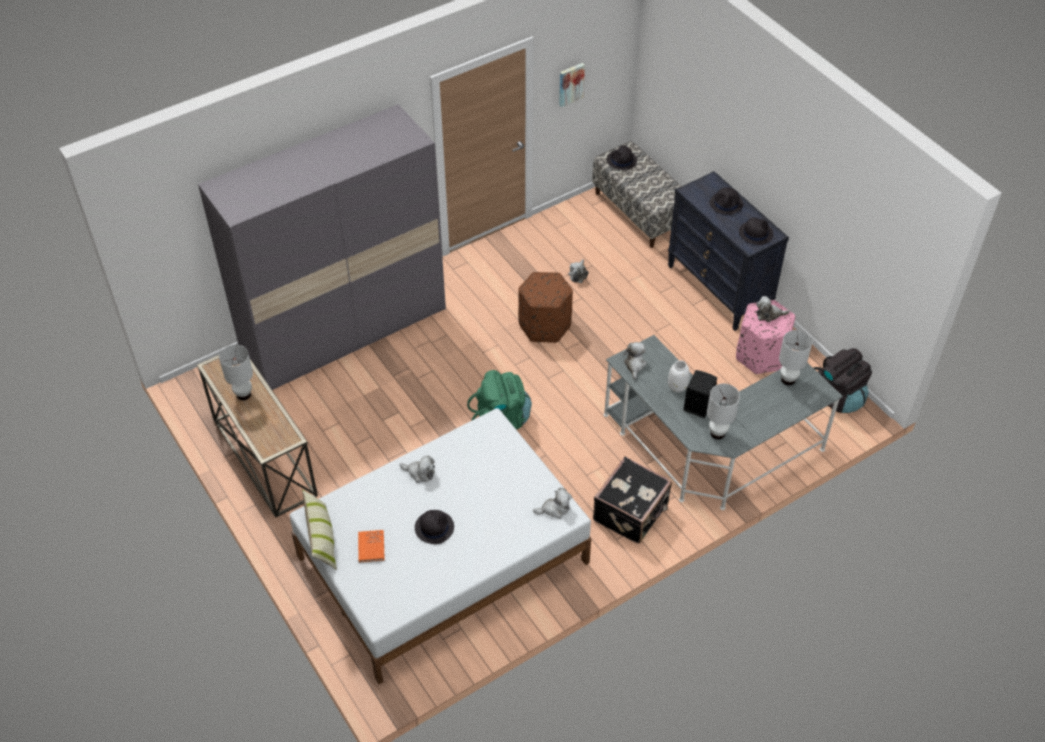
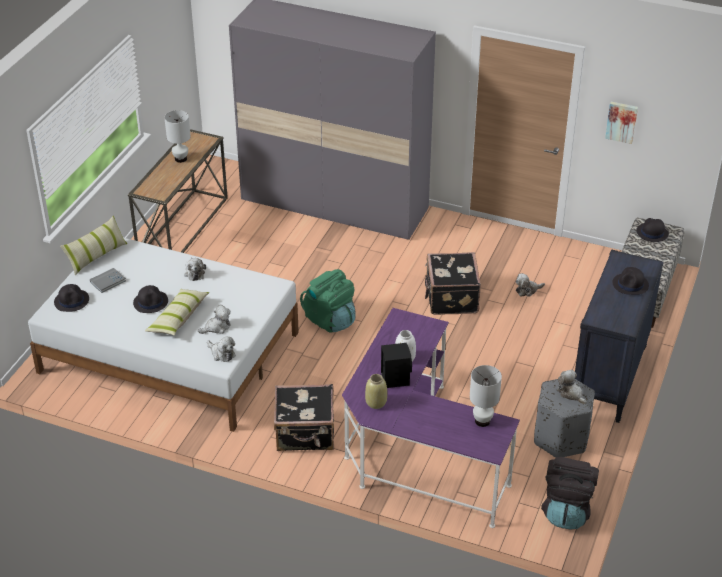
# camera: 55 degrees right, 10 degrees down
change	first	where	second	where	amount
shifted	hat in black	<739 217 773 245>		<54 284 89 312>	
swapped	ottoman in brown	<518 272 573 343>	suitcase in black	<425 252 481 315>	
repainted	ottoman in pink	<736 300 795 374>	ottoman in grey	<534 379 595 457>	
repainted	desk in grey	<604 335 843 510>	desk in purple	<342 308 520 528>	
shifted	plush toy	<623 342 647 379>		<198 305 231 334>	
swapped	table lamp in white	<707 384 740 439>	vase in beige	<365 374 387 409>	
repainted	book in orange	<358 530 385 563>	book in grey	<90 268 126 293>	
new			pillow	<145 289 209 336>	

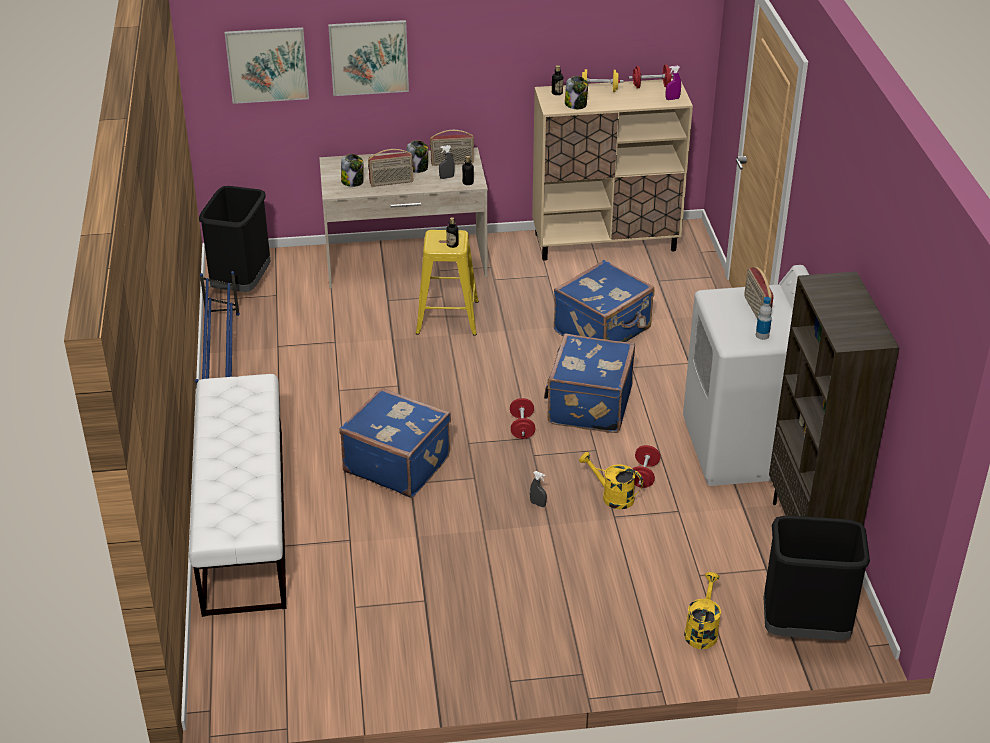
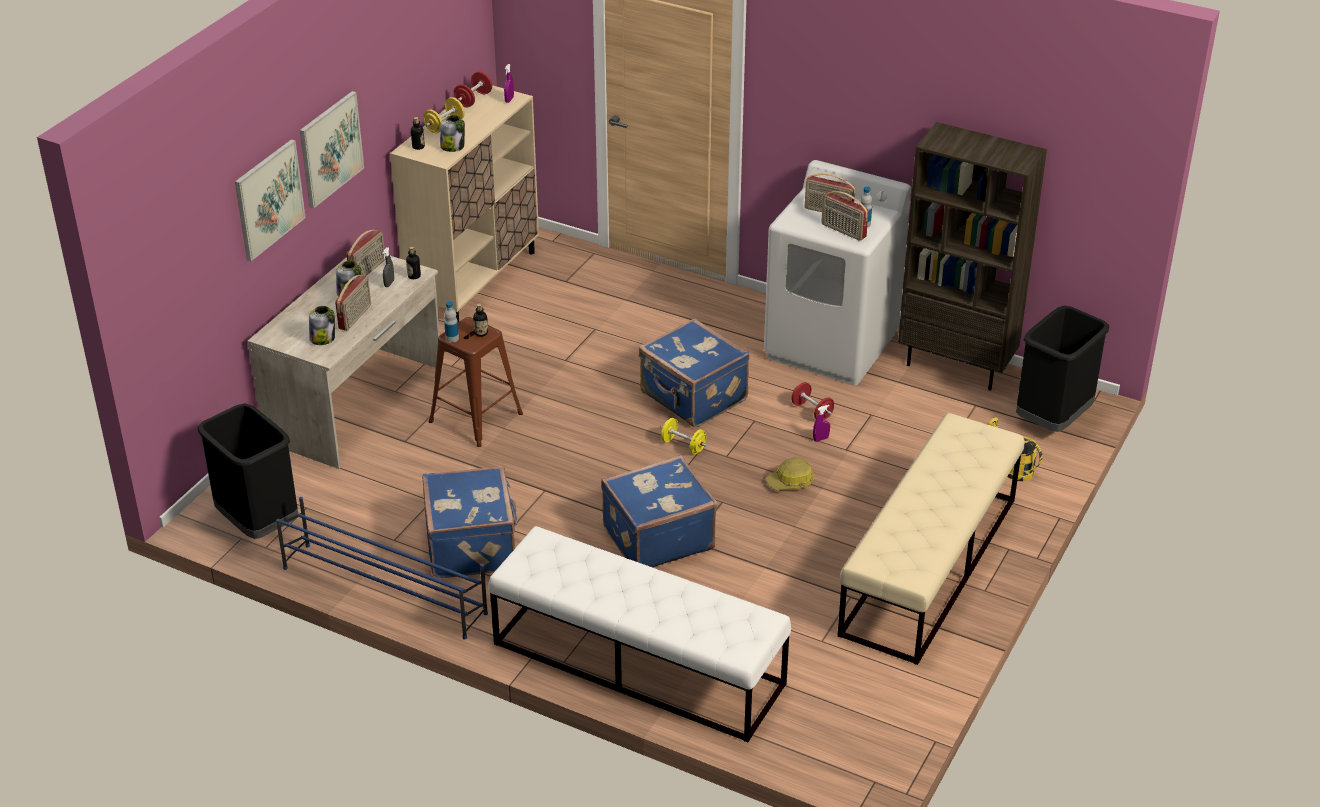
# camera: 55 degrees left, 0 degrees up
change	first	where	second	where	amount
shifted	picture	<225 27 309 104>		<300 91 364 209>	
repainted	stool in yellow	<416 230 479 336>	stool in brown	<429 317 523 447>	
shifted	suitcase in blue	<554 260 654 342>		<422 466 518 578>	
repainted	dumbbell in red	<510 398 535 439>	dumbbell in yellow	<660 418 707 454>	
swapped	watering can in yellow	<579 452 643 509>	spray bottle in purple	<813 405 830 442>	
swapped	spray bottle in grey	<530 471 547 507>	hard hat	<766 457 814 491>	
new			radio	<821 191 869 241>	
new			bottle	<444 301 459 343>	
new			bench in beige	<837 413 1025 665>	

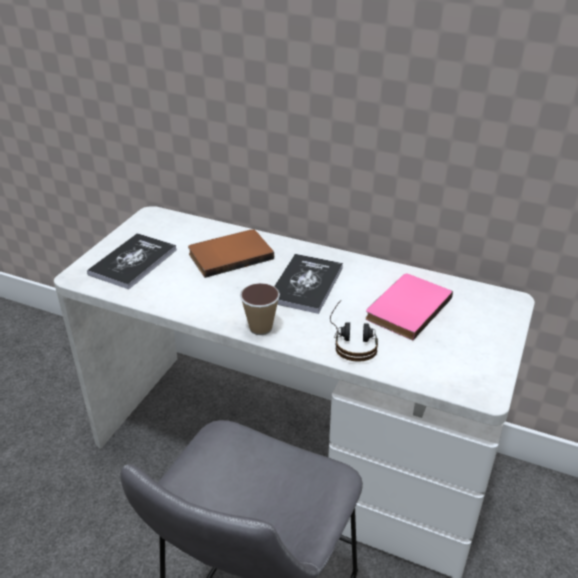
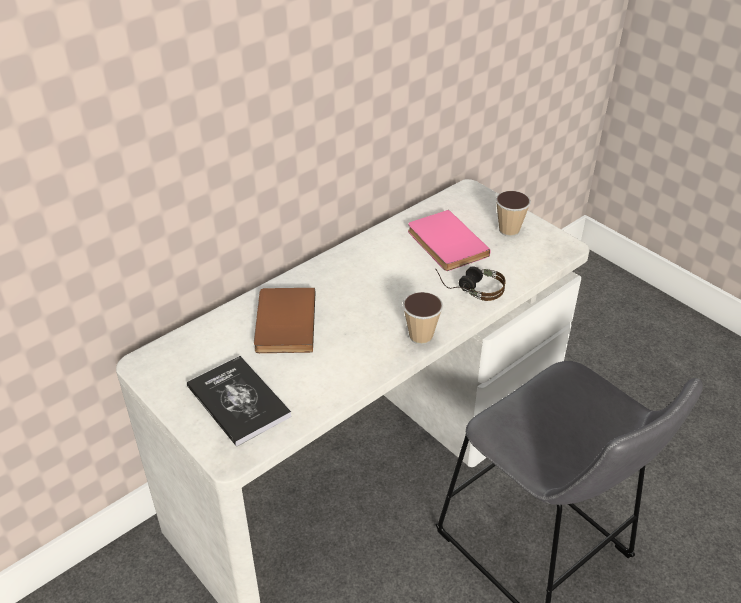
# camera: 65 degrees left, 5 degrees up
change	first	where	second	where	amount
gone	book	<274 254 343 314>			
new			cup	<496 191 531 237>	

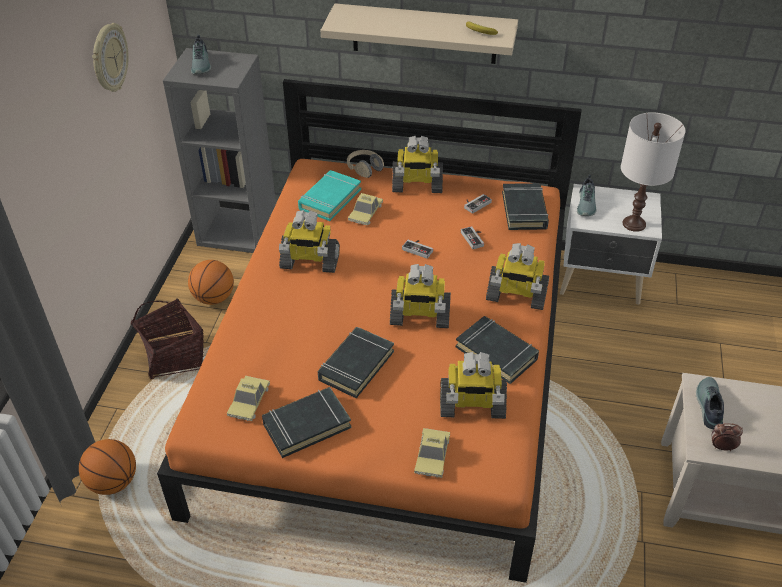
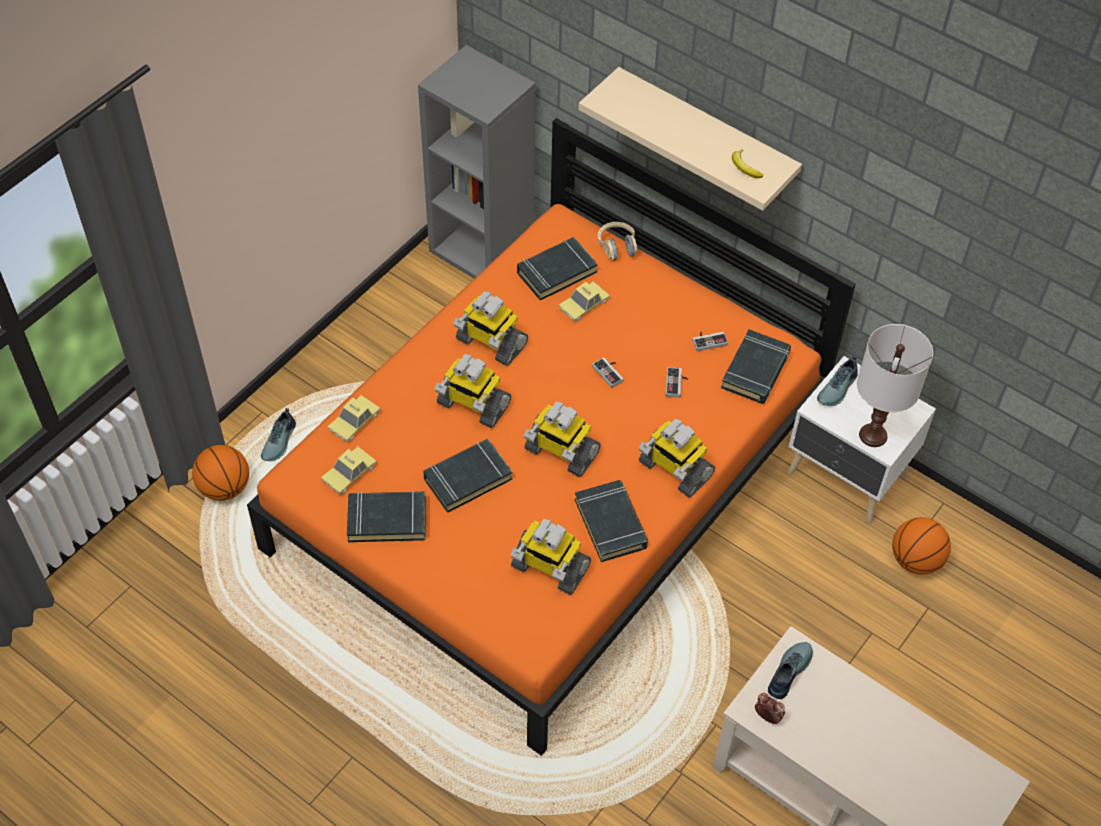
# camera: 25 degrees right, 10 degrees up
change	first	where	second	where	amount
gone	wall clock	<92 23 129 92>			
shifted	shoe	<191 35 211 74>		<261 408 296 461>	
shifted	toy robot	<392 136 443 193>		<435 354 511 428>	
repainted	book in turquoise	<298 170 361 221>	book in black	<517 237 598 301>	
shifted	basketball	<188 260 234 305>		<892 517 951 575>	
gone	basket	<131 298 204 379>			
shifted	toy car	<414 428 450 478>		<328 395 381 442>	

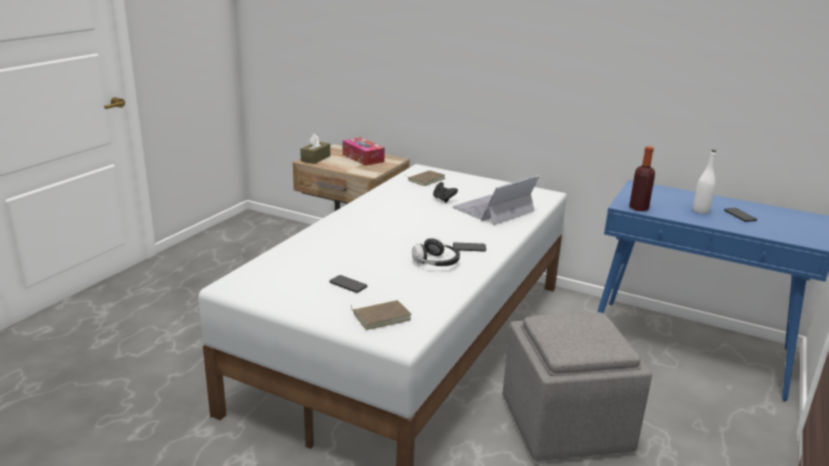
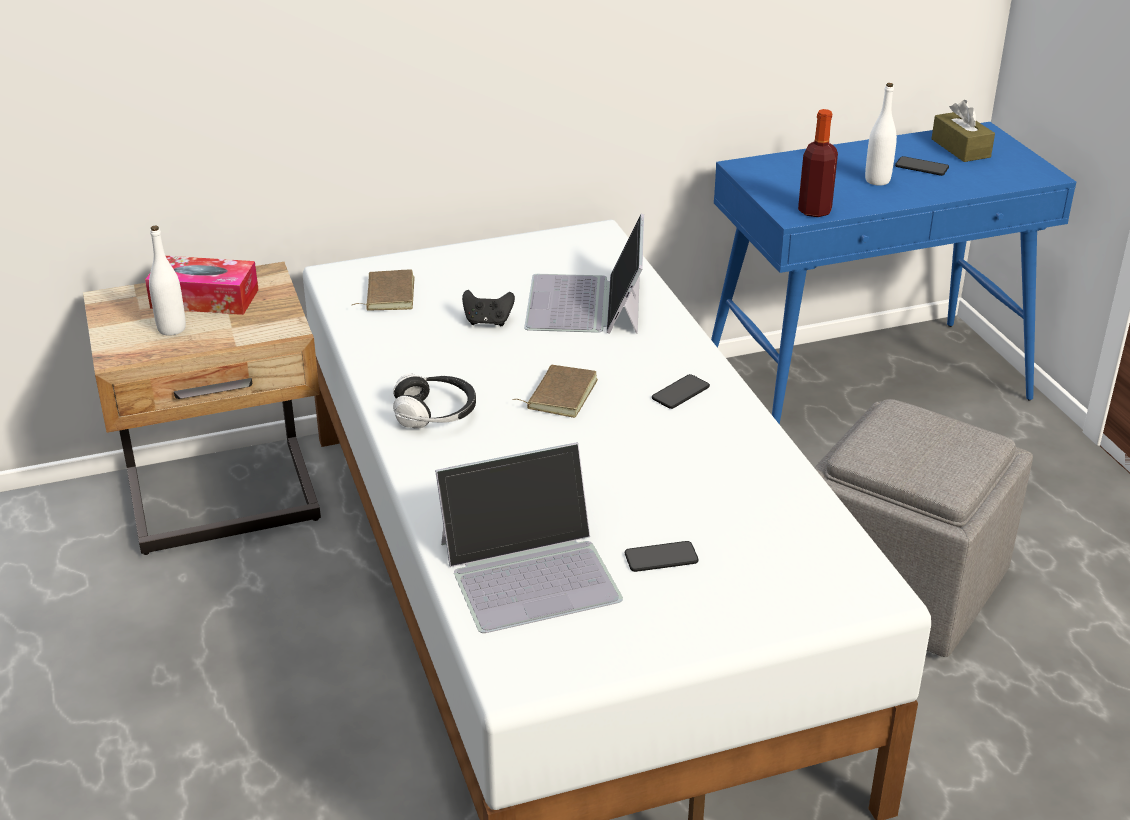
# camera: 45 degrees left, 10 degrees up
change	first	where	second	where	amount
shifted	tissue box in brown	<300 133 330 164>		<931 100 995 162>	
shifted	headphones	<412 238 460 266>		<393 374 476 429>	
shifted	book in brown	<351 300 411 330>		<512 365 598 418>	
new			bottle in white	<149 226 186 336>	
new			laptop	<435 442 623 633>	

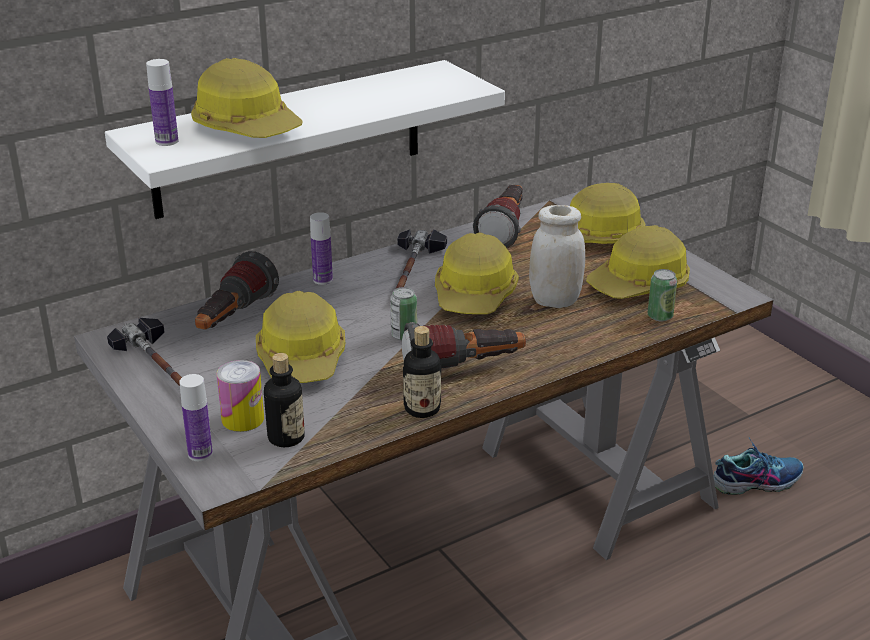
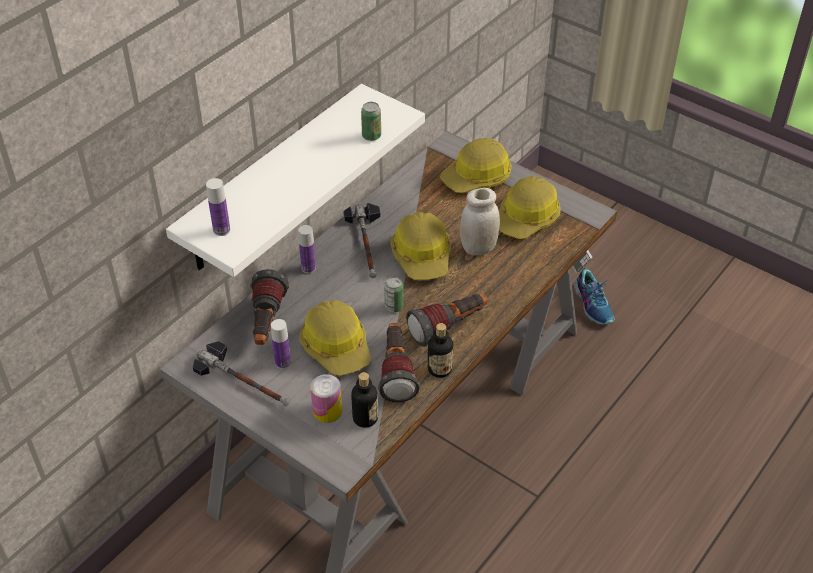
# camera: 20 degrees left, 15 degrees up
change	first	where	second	where	amount
gone	hard hat	<191 58 303 138>			
shifted	flashlight	<473 185 523 248>		<378 323 420 402>	
shifted	can	<648 269 677 322>		<361 102 381 141>	
shifted	bottle	<179 374 213 461>		<271 319 291 369>	
rotated	shoe	<713 437 804 495>		<574 268 614 324>	105 degrees clockwise

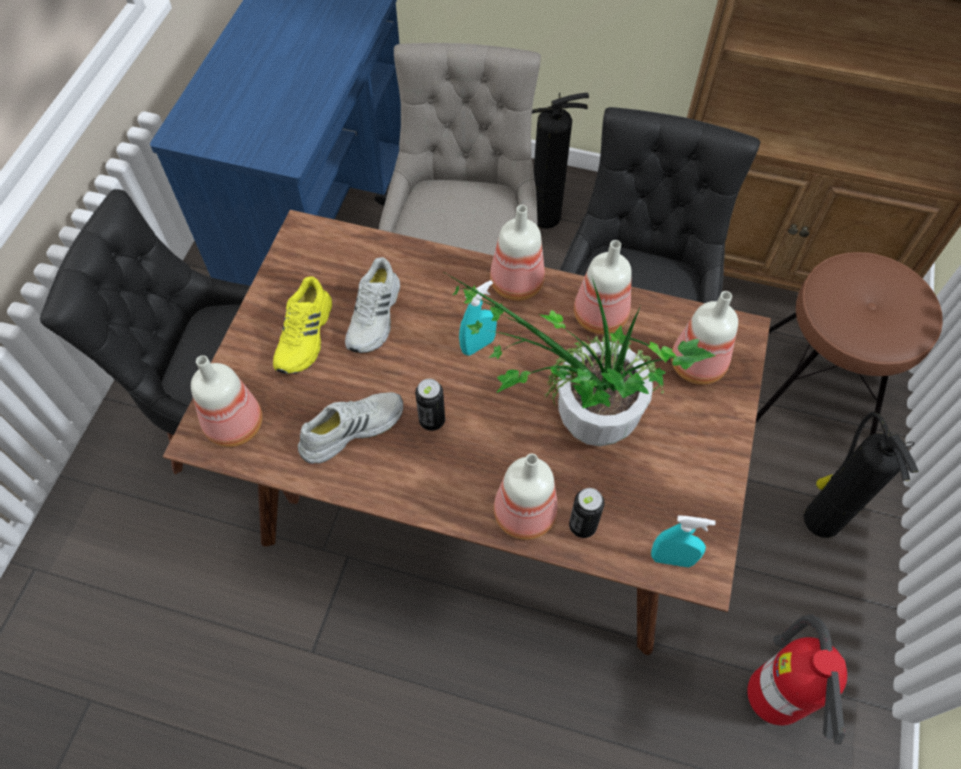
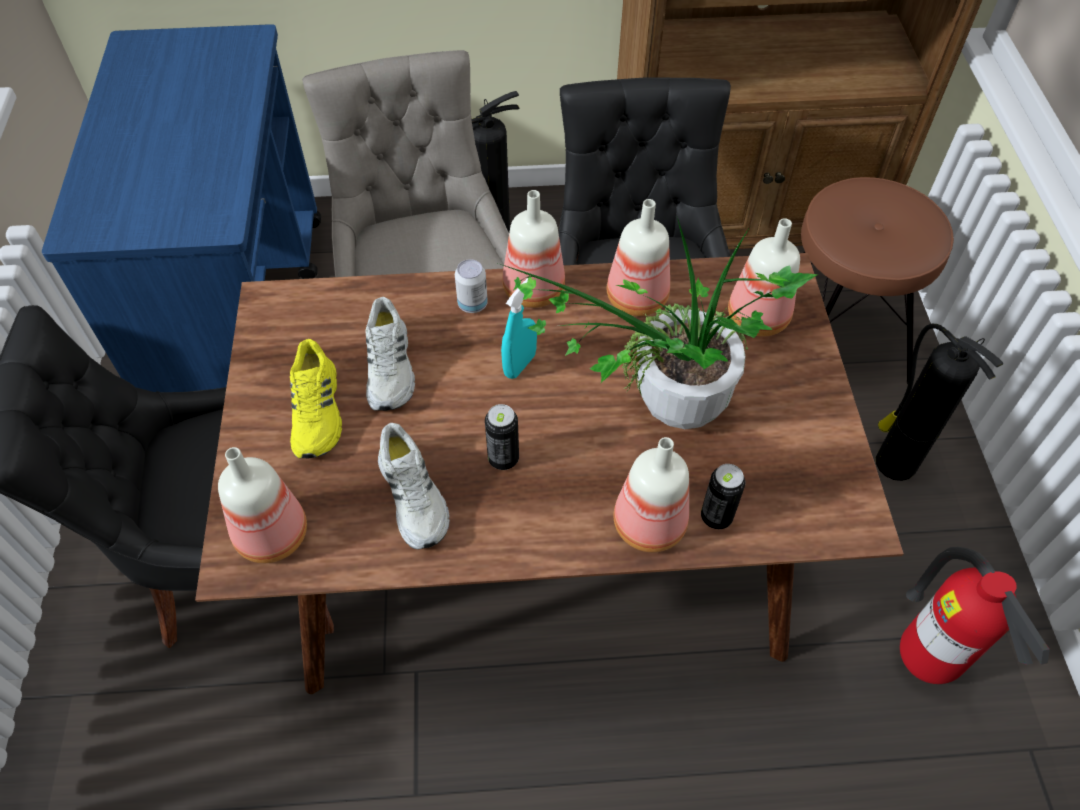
# camera: 20 degrees left, 5 degrees down
change	first	where	second	where	amount
rotated	shoe in white	<298 392 403 464>		<378 423 450 549>	120 degrees clockwise
gone	spray bottle in turquoise	<651 515 716 567>			
new			can	<455 259 488 313>	

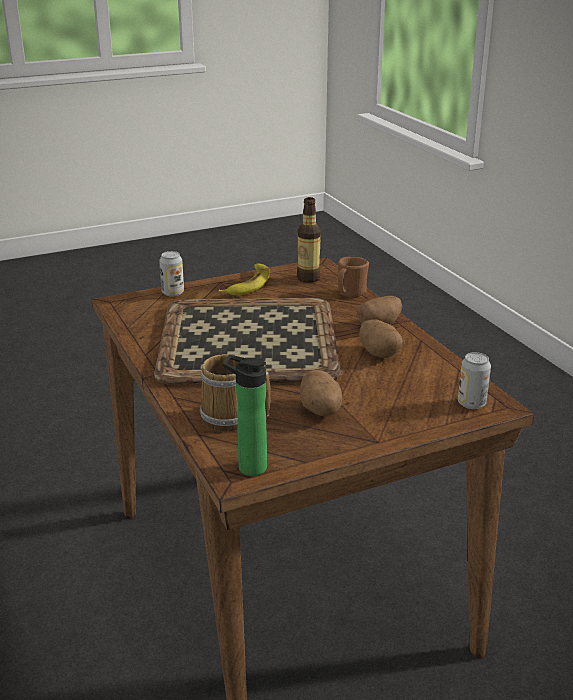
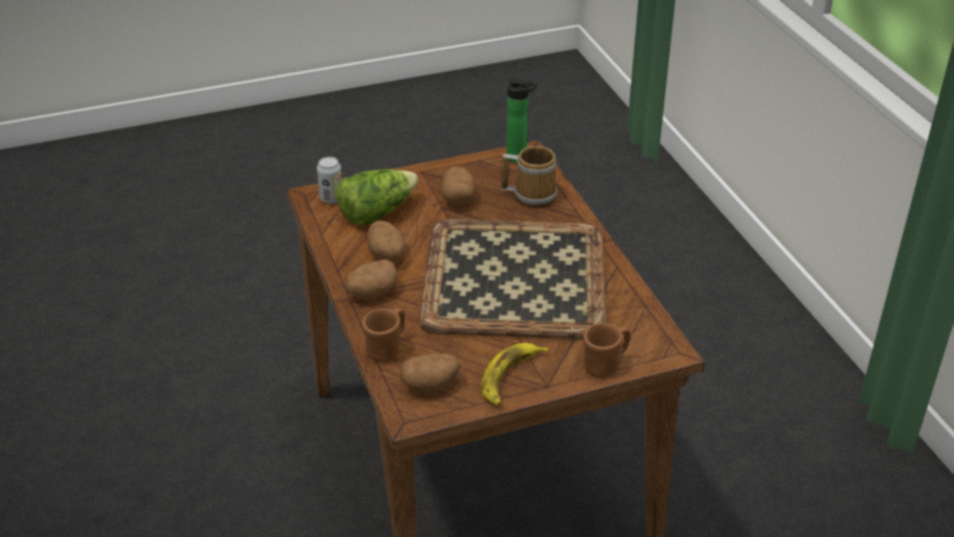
# camera: 175 degrees left, 10 degrees up
change	first	where	second	where	amount
swapped	bottle	<297 197 321 283>	potato	<400 353 461 393>	
swapped	can	<159 251 184 297>	mug in brown	<583 323 630 378>	
new			lettuce	<336 169 418 226>	

